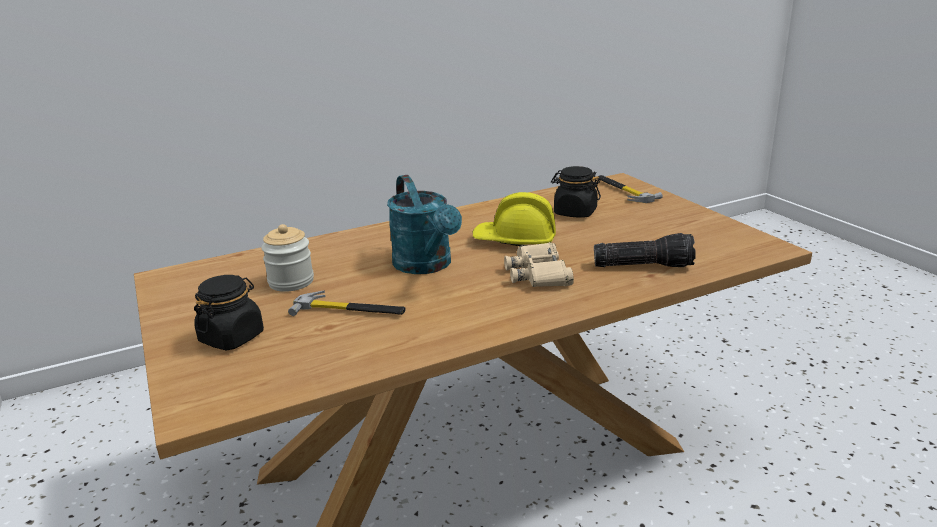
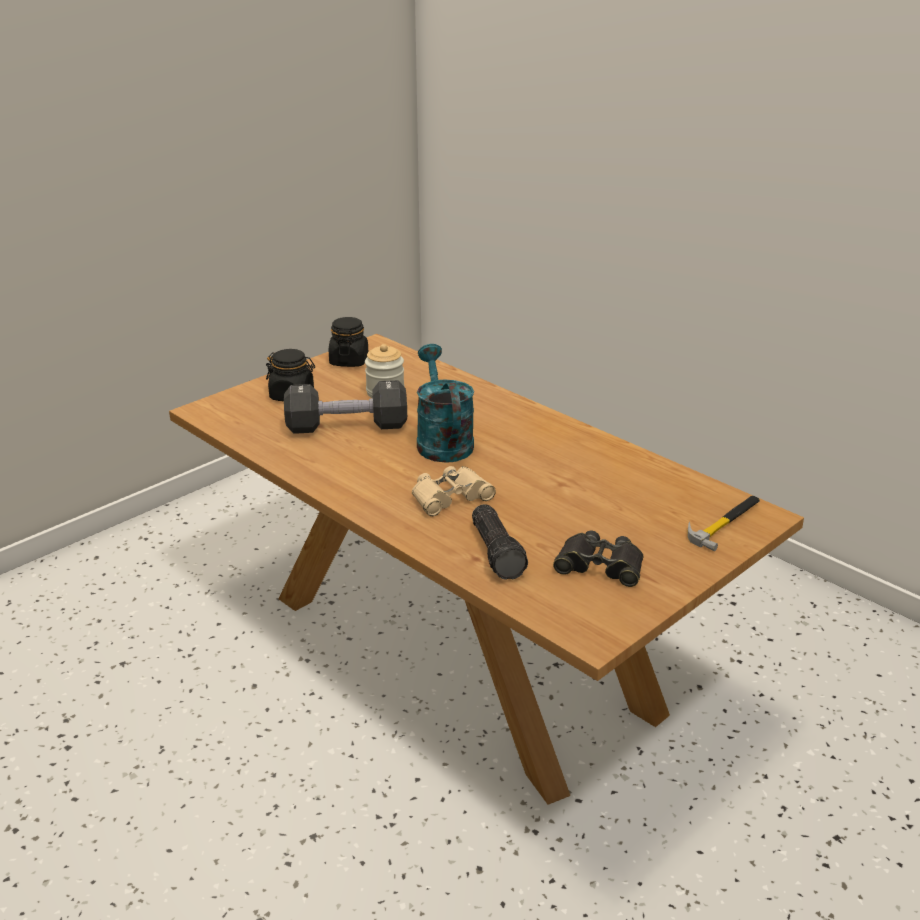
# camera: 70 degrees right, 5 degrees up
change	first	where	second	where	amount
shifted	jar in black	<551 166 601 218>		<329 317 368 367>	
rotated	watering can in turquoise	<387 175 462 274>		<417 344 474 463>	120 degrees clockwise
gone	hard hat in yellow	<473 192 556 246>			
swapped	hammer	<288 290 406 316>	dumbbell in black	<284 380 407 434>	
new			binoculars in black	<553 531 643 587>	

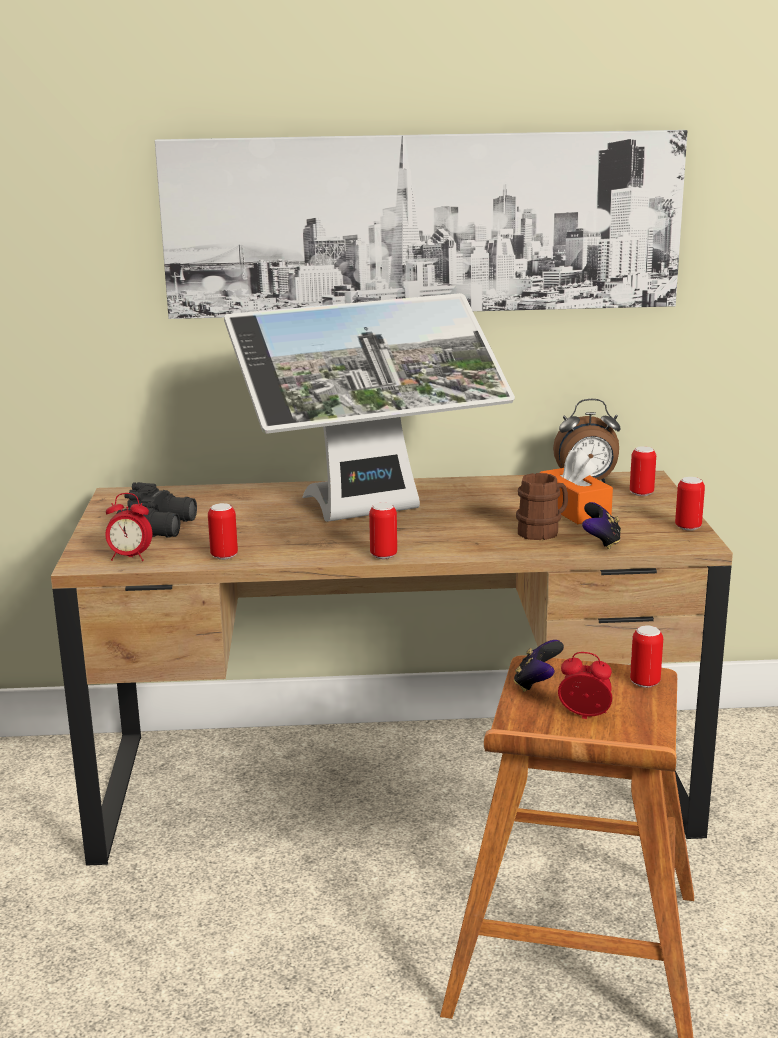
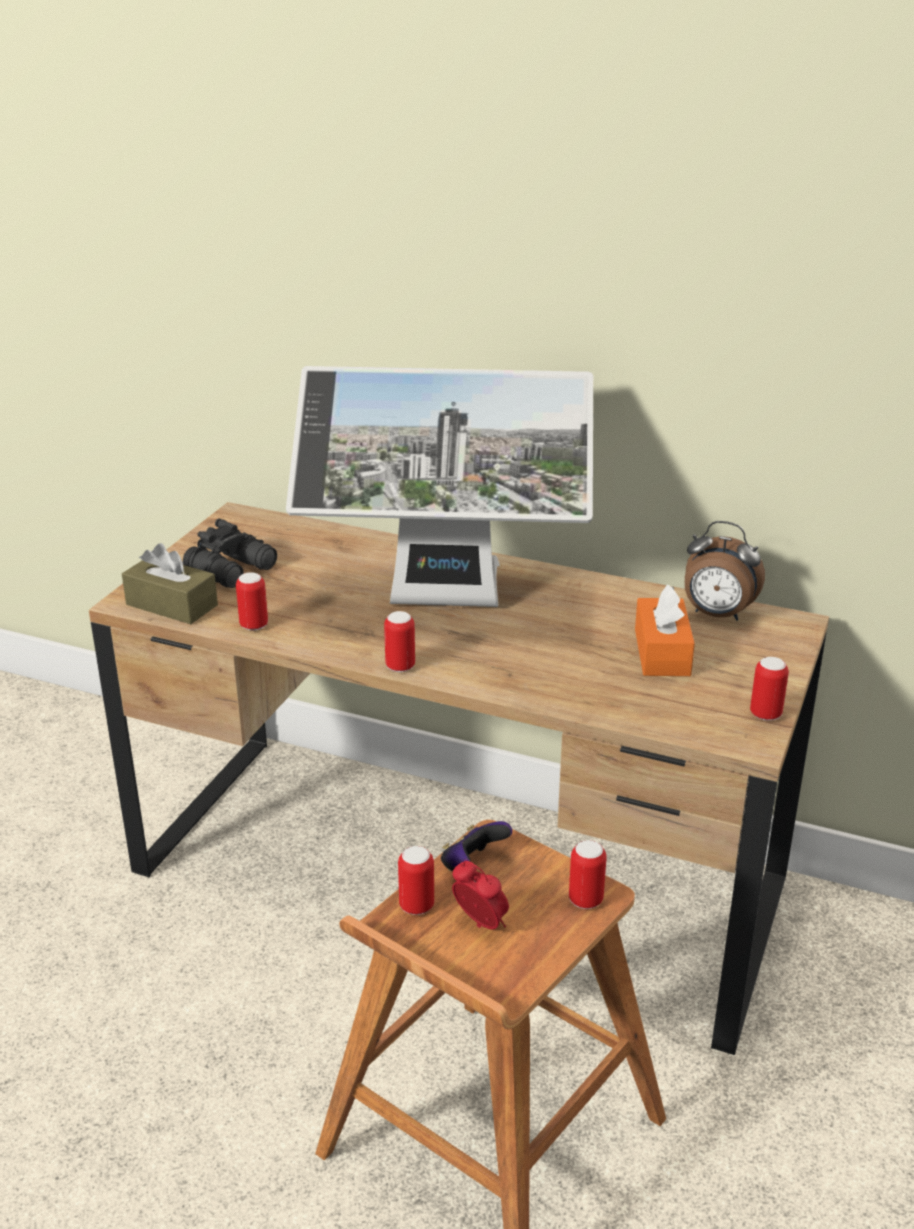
# camera: 25 degrees right, 10 degrees up
change	first	where	second	where	amount
gone	picture	<155 130 688 319>			
shifted	can	<630 446 656 496>		<398 846 434 915>	
gone	mug in brown	<516 473 568 540>			
swapped	alarm clock	<105 493 152 561>	tissue box in brown	<122 543 218 624>	
gone	game controller	<582 502 621 549>			

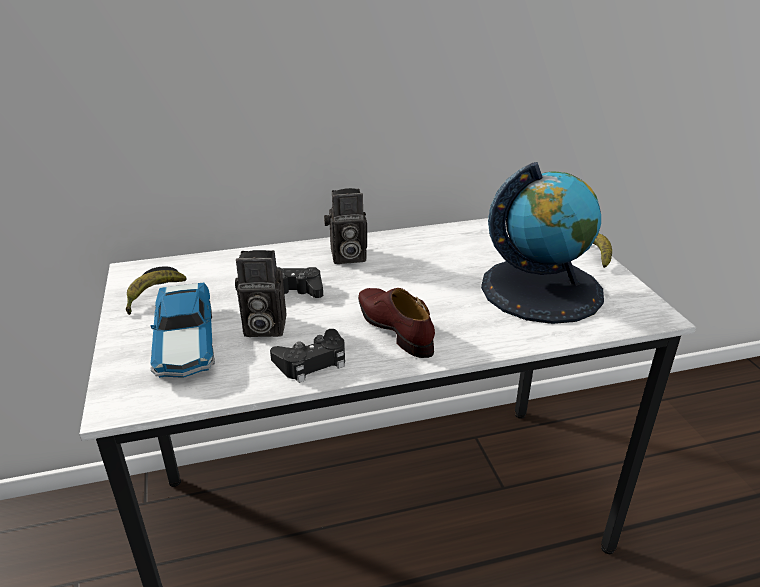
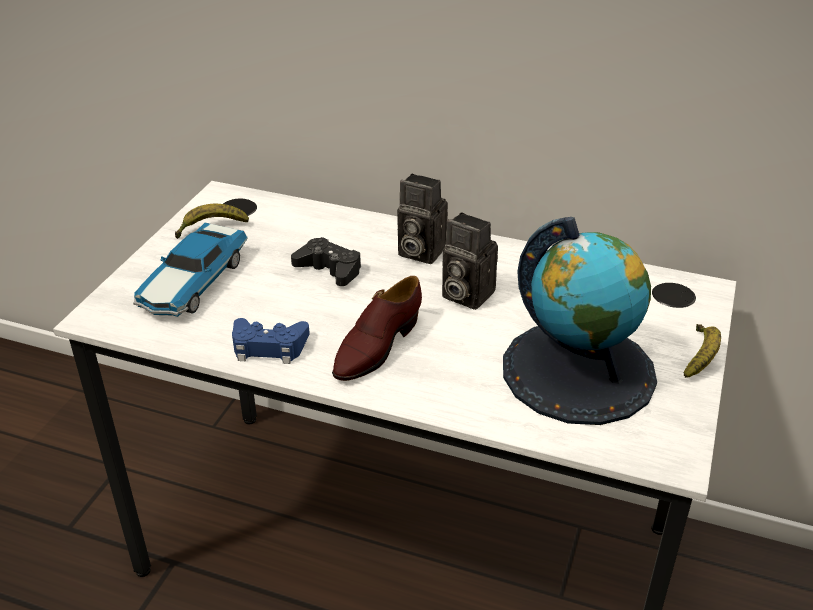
# camera: 35 degrees right, 5 degrees up
change	first	where	second	where	amount
shifted	photo camera	<235 250 286 337>		<442 212 498 310>	
rotated	shoe in brown	<358 288 435 358>		<332 276 422 381>	150 degrees counterclockwise
repainted	game controller in black	<270 329 345 383>	game controller in blue	<232 318 310 364>	

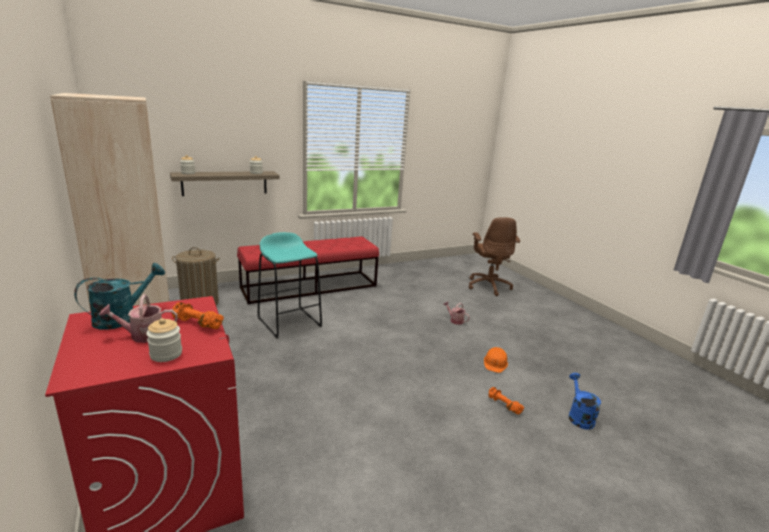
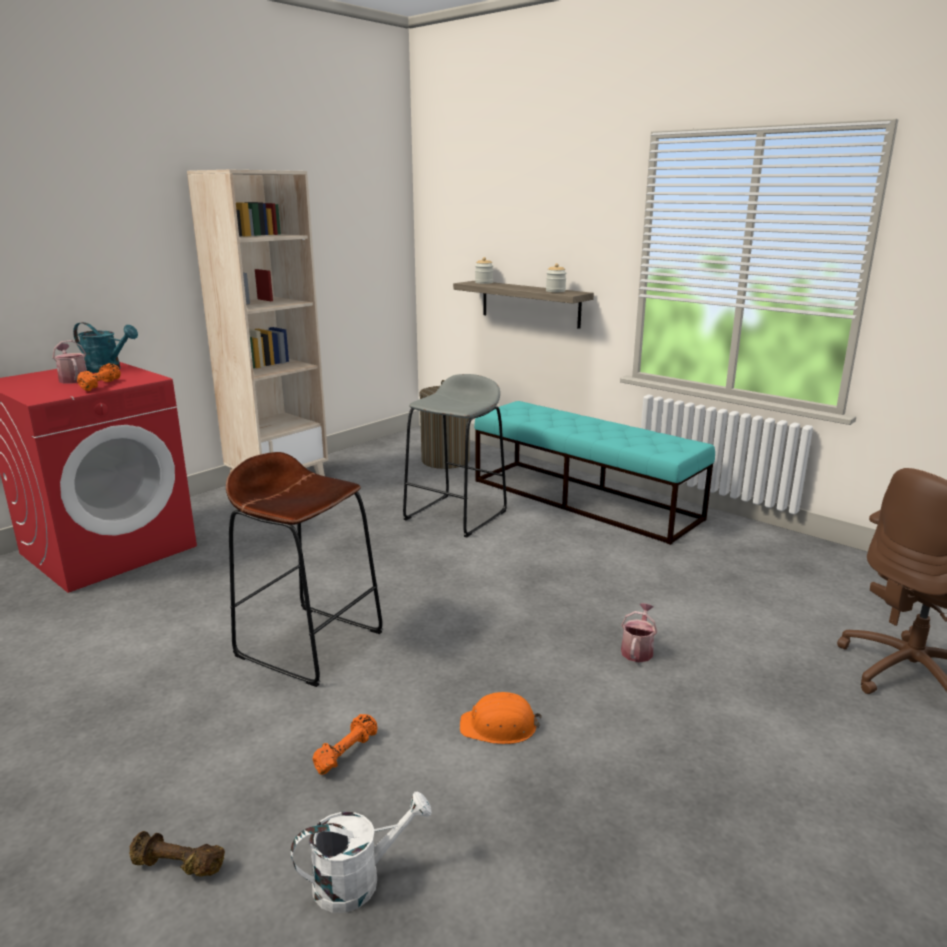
# camera: 70 degrees right, 0 degrees up
change	first	where	second	where	amount
repainted	stool in turquoise	<258 232 322 339>	stool in grey	<403 374 507 537>	
repainted	bench in red	<237 236 379 305>	bench in turquoise	<474 401 715 545>	
gone	jar	<146 318 182 362>			
repainted	watering can in blue	<569 373 601 430>	watering can in white	<291 791 432 913>	
new			stool in brown	<226 452 383 687>	
new			dumbbell in brown	<129 831 225 877>	

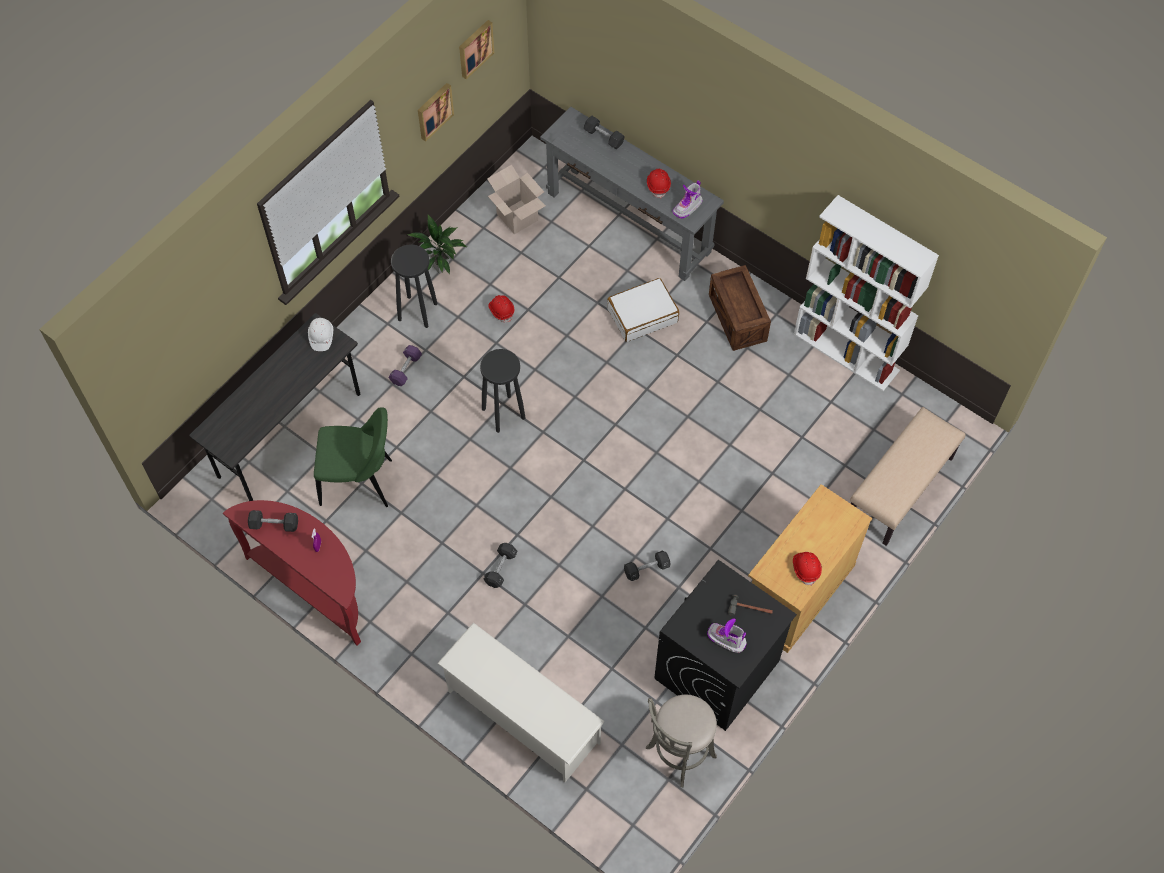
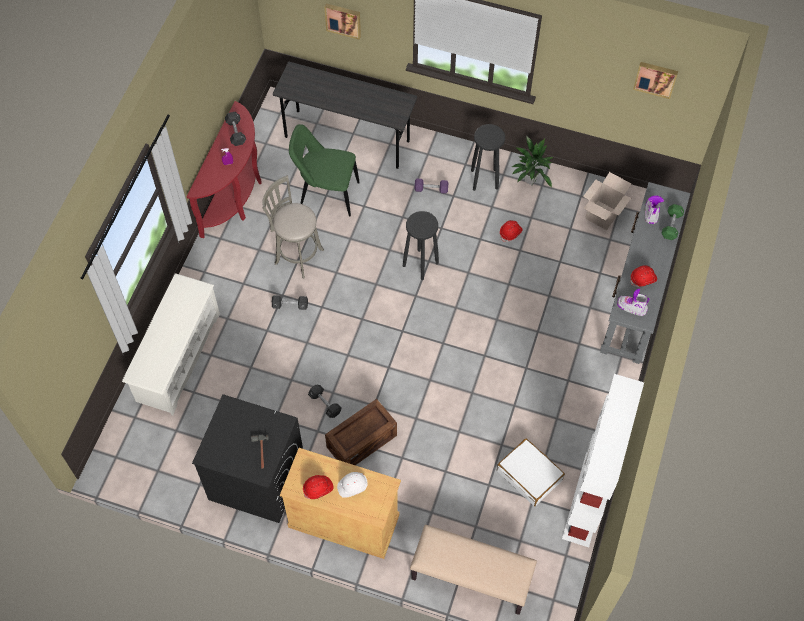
# camera: 70 degrees right, 0 degrees up
change	first	where	second	where	amount
shifted	picture	<418 83 454 141>		<324 3 361 39>	
repainted	dumbbell in black	<584 116 625 149>	dumbbell in green	<661 204 684 240>	
shifted	crate	<709 265 771 351>		<325 399 397 465>	
shifted	suitcase in white	<607 278 679 342>		<497 439 565 506>	
shifted	hard hat in white	<308 318 333 351>		<337 472 368 498>	
rotated	chair in green	<314 407 392 507>		<289 124 359 216>	120 degrees clockwise
shifted	boot	<707 618 747 653>		<645 195 664 224>	
shifted	stool in grey	<646 695 717 787>		<262 175 324 279>	

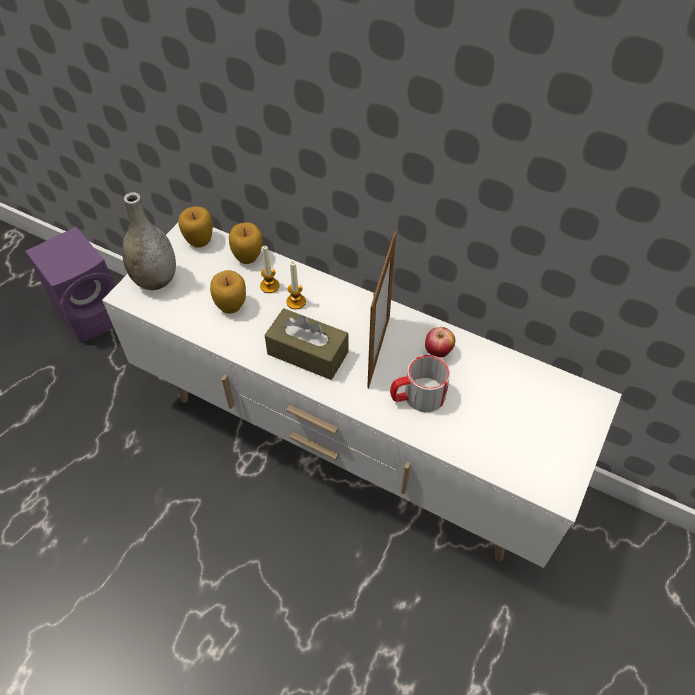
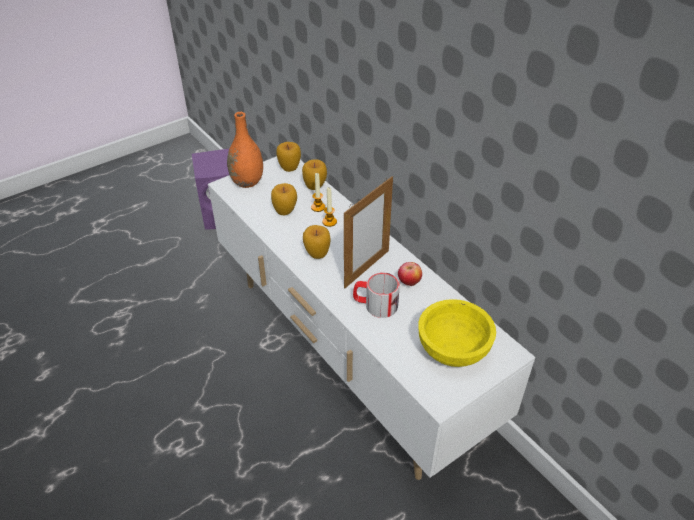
# camera: 25 degrees right, 10 degrees down
change	first	where	second	where	amount
repainted	vase in grey	<122 192 176 290>	vase in orange	<227 112 263 188>	
swapped	tissue box in brown	<265 308 348 380>	apple	<303 225 331 259>	
new			bowl in yellow	<418 299 496 367>	

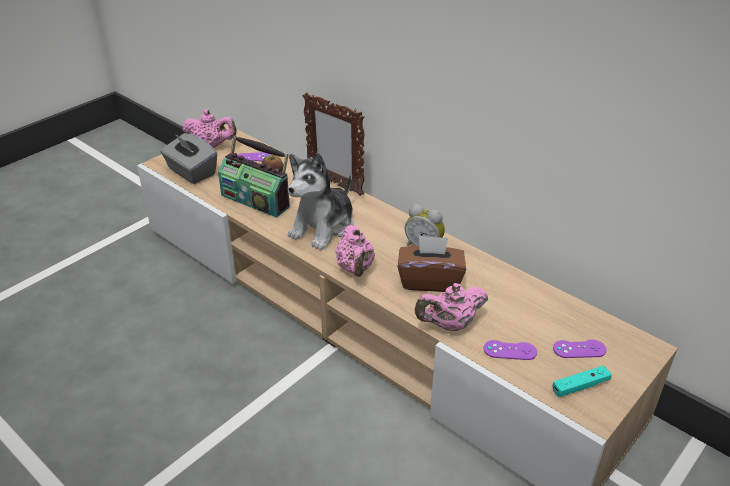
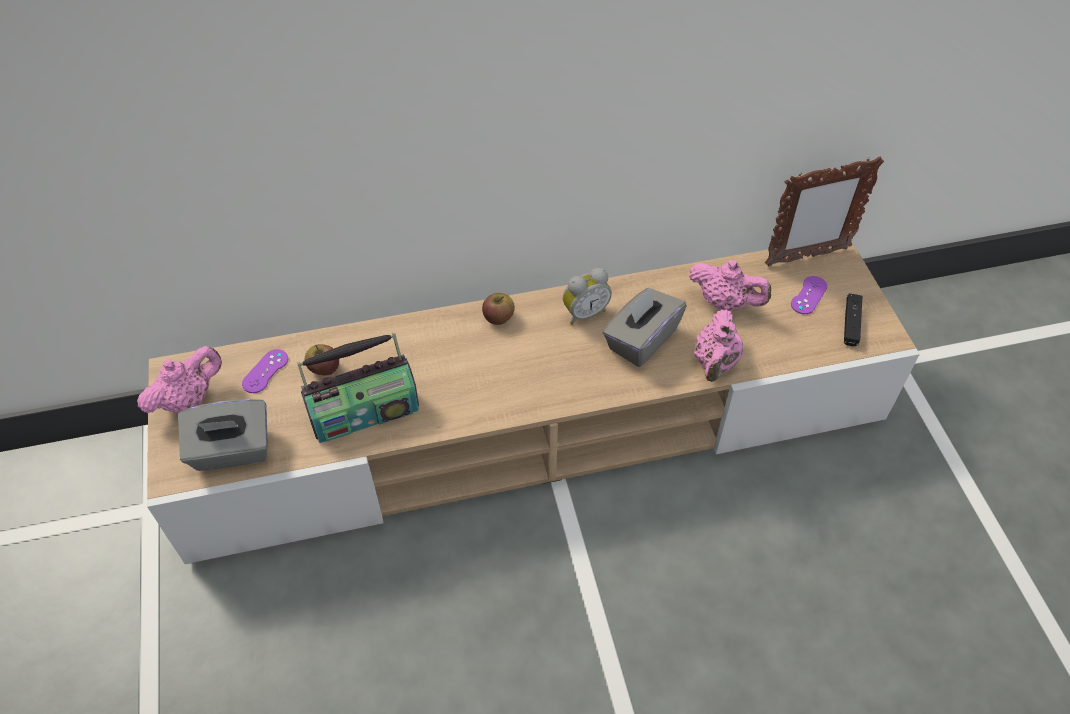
# camera: 55 degrees left, 15 degrees up
change	first	where	second	where	amount
shifted	picture frame	<303 92 365 196>		<765 156 884 267>	
gone	plush toy	<288 153 354 250>			
shifted	teapot in pink	<335 225 375 277>		<689 260 771 311>	
repainted	tissue box in brown	<397 235 466 292>	tissue box in grey	<603 288 687 367>	
gone	game controller in purple	<483 340 537 360>			
repainted	game controller in turquoise	<552 365 612 397>	game controller in black	<844 293 862 346>	
new			apple	<482 293 515 325>	

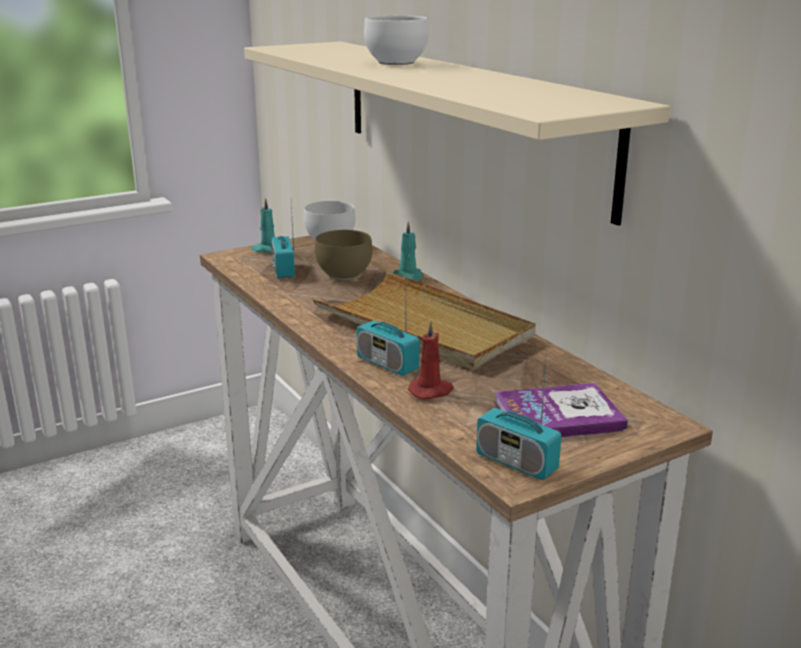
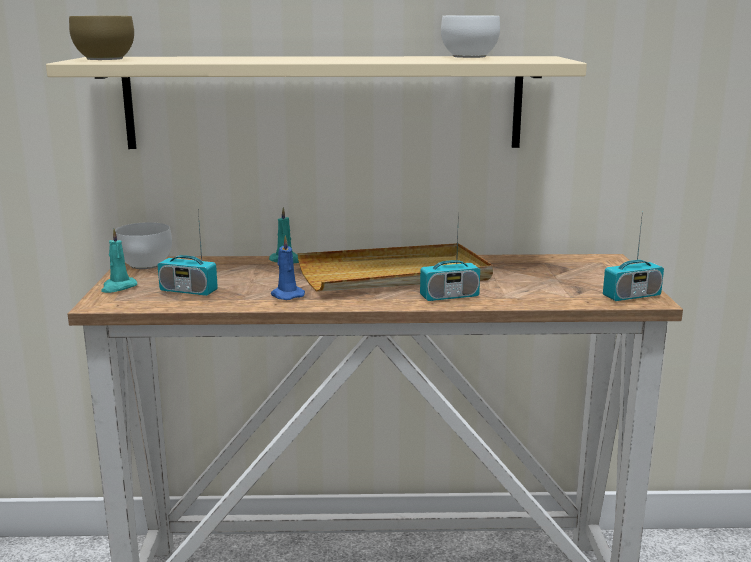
# camera: 60 degrees left, 5 degrees down
change	first	where	second	where	amount
shifted	bowl in white	<364 15 429 65>		<441 16 500 58>	
shifted	bowl in brown	<315 230 372 280>		<69 16 134 60>	
gone	candle in red	<408 320 454 399>			
gone	book	<494 383 628 437>			
new			candle in blue	<271 235 305 300>	

